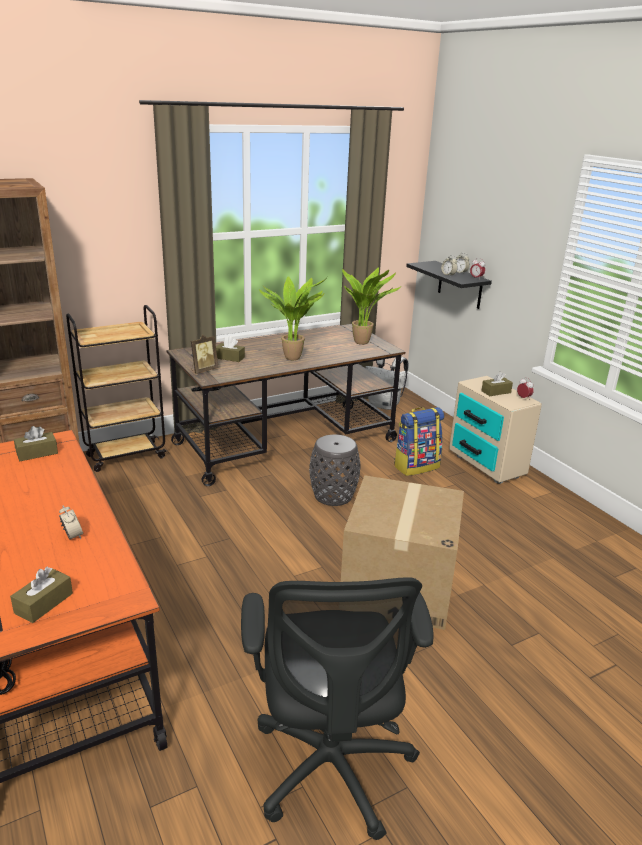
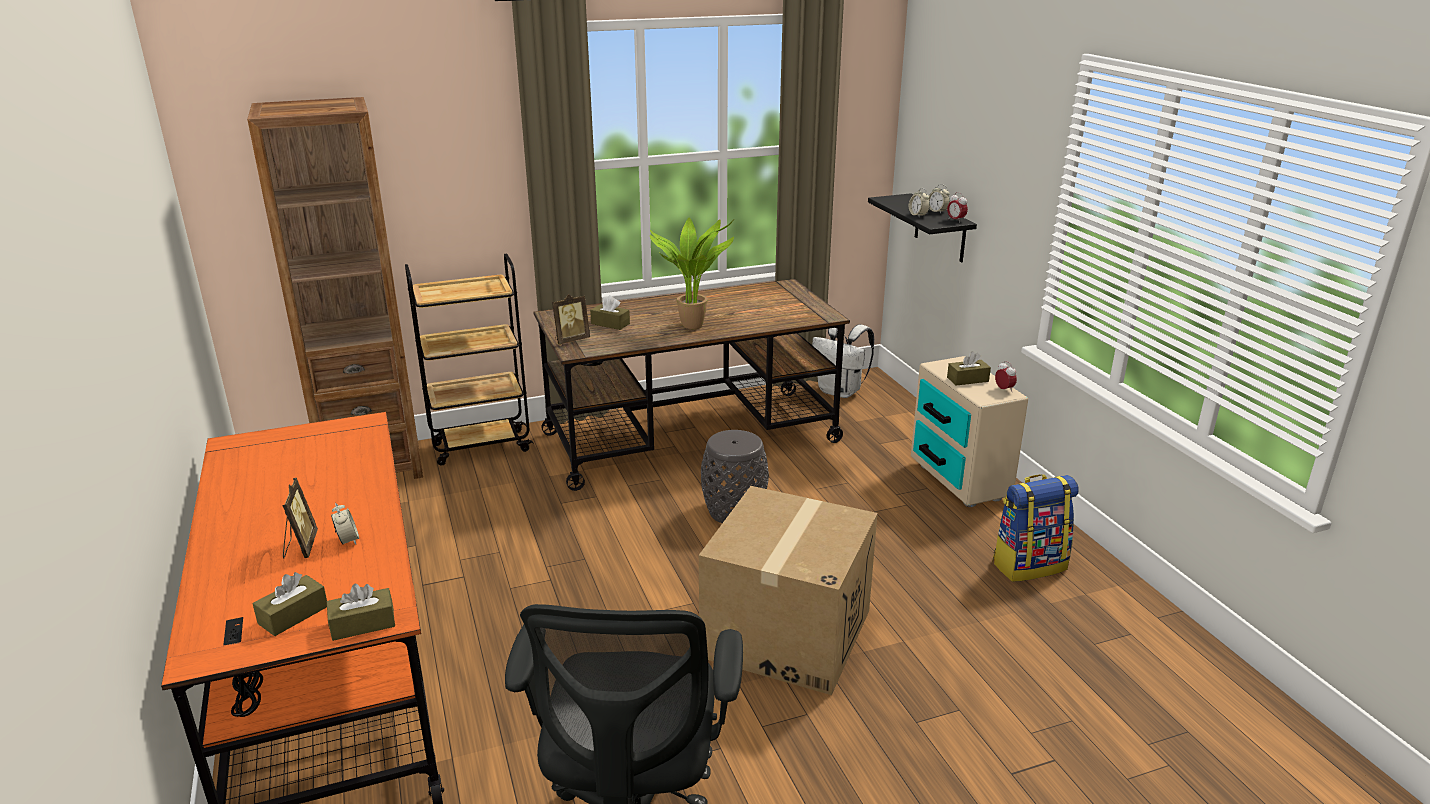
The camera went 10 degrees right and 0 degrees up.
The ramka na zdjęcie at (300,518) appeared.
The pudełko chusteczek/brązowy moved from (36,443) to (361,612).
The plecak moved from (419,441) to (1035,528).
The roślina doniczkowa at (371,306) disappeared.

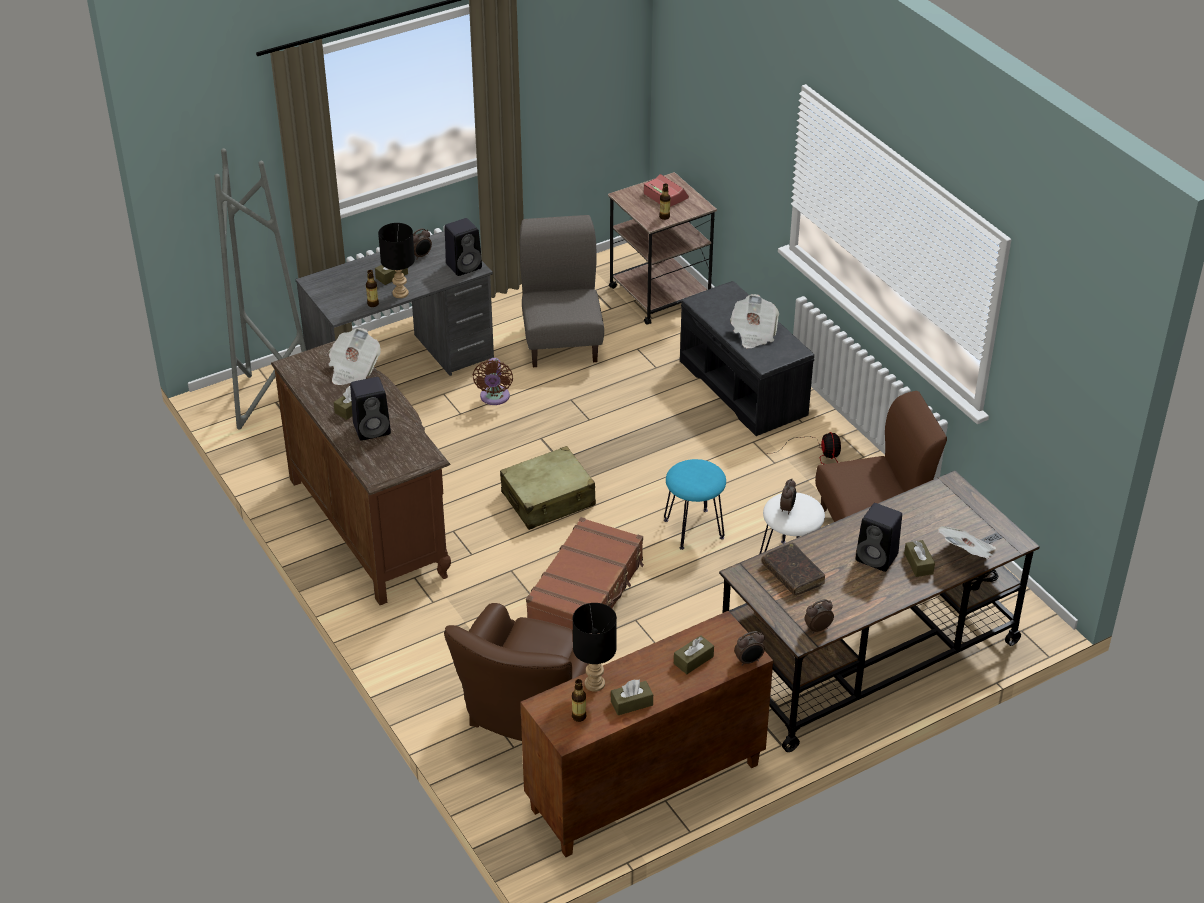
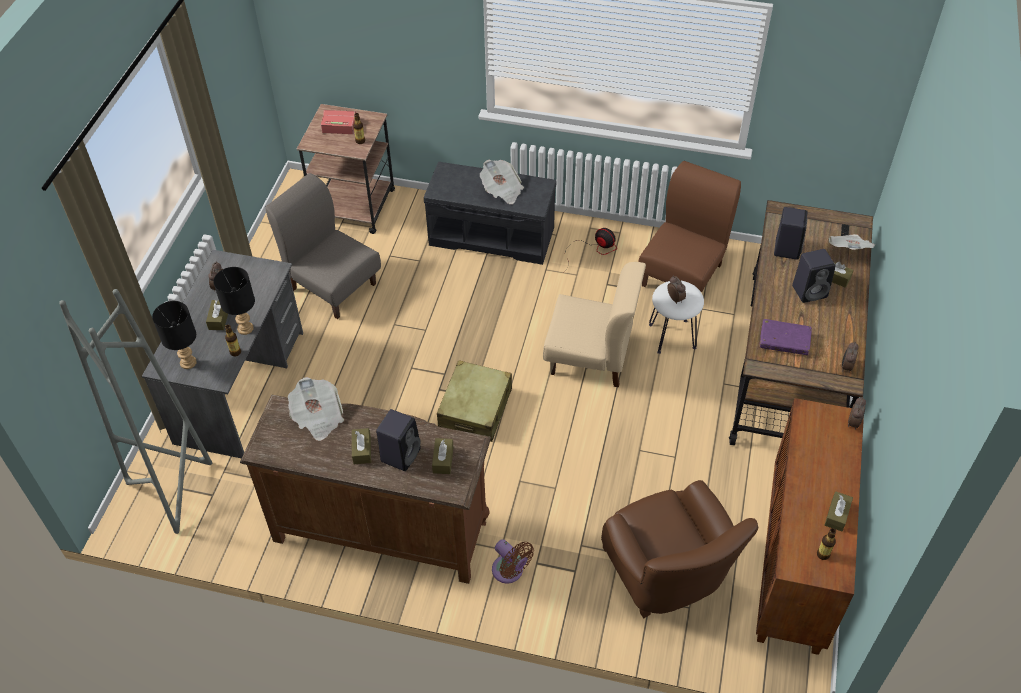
The camera went 45 degrees left and 10 degrees up.
The lampa stołowa/czarny moved from (595,647) to (174,335).
The pudełko chusteczek/brązowy moved from (694,654) to (442,456).
The wentylator/brązowy moved from (492,381) to (513,561).
The stołek/turkusowy at (695,504) was replaced by the krzesło/beżowy at (594,324).
The książka/brązowy at (793,569) became the książka/fioletowy at (785,337).
The głośnik/czarny moved from (463,247) to (790,233).
The walizka/brązowy at (585,573) disappeared.

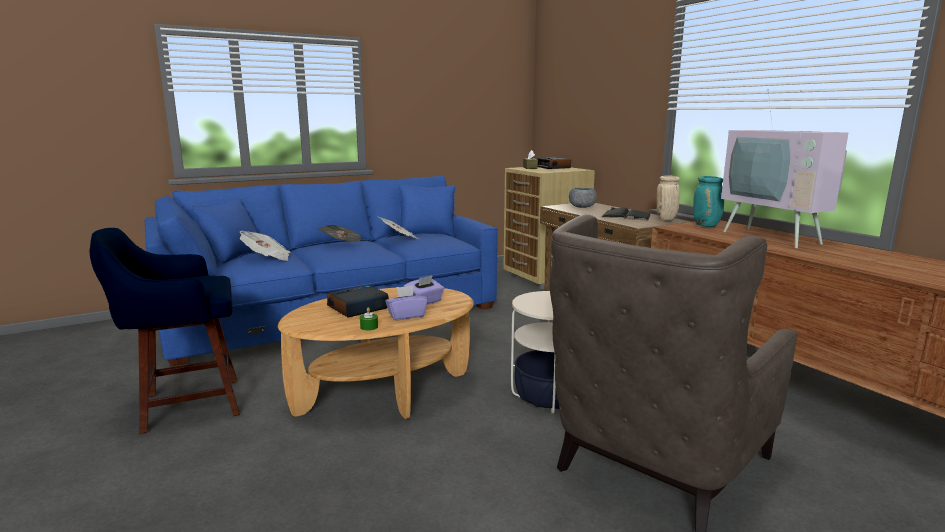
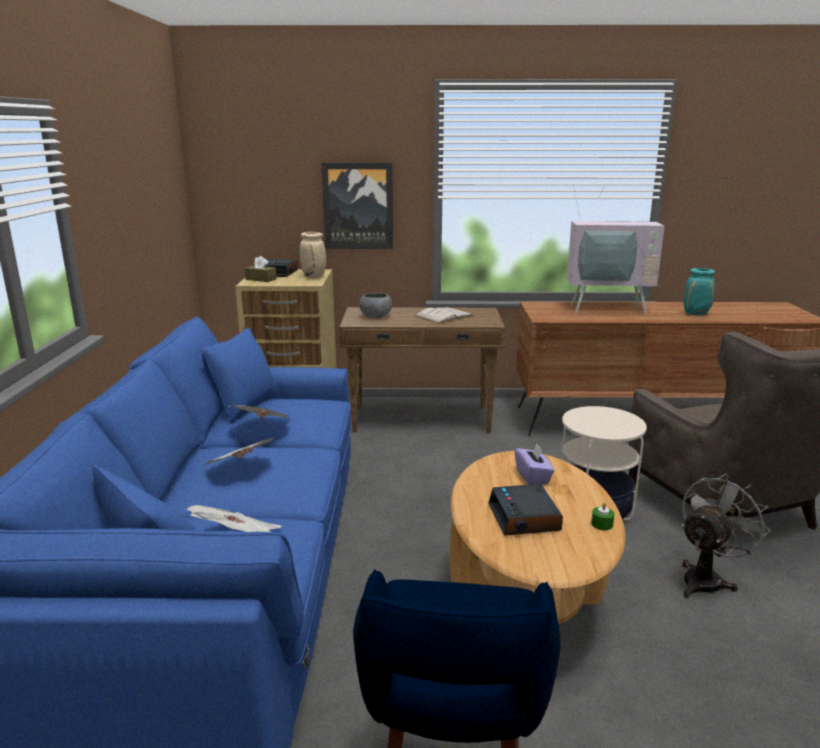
The camera went 60 degrees left and 5 degrees up.
The wazon/beżowy moved from (668,197) to (312,255).
The obraz at (357,206) appeared.
The książka/czarny at (626,213) became the książka/biały at (444,315).
The wentylator/szary at (726,535) appeared.
The wazon/turkusowy moved from (708,201) to (699,291).
The pudełko chusteczek/fioletowy at (406,303) disappeared.

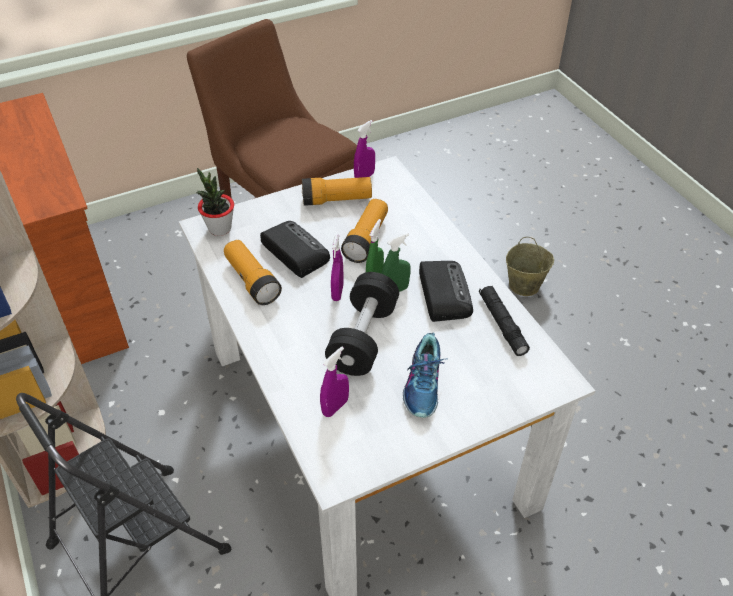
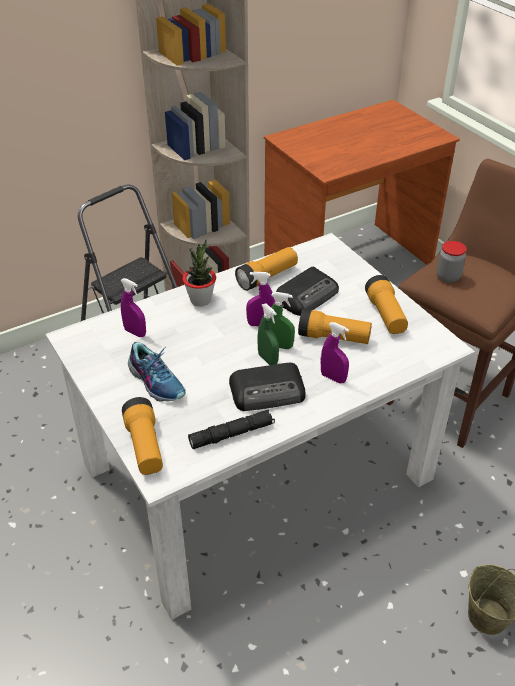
The camera went 85 degrees right and 5 degrees down.
The latarka at (142,436) appeared.
The but at (425,375) turned 135 degrees counterclockwise.
The roślina doniczkowa moved from (215,202) to (199,273).
The spryskiwacz/fioletowy moved from (364,149) to (335,352).
The słoik at (452,262) appeared.
The hantel/czarny at (362,324) disappeared.

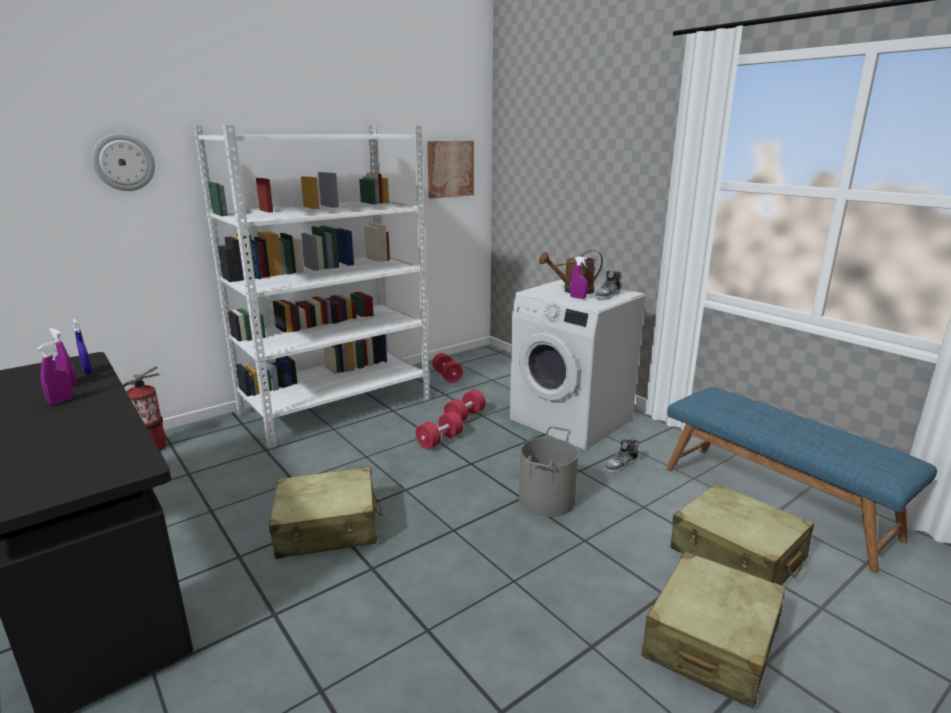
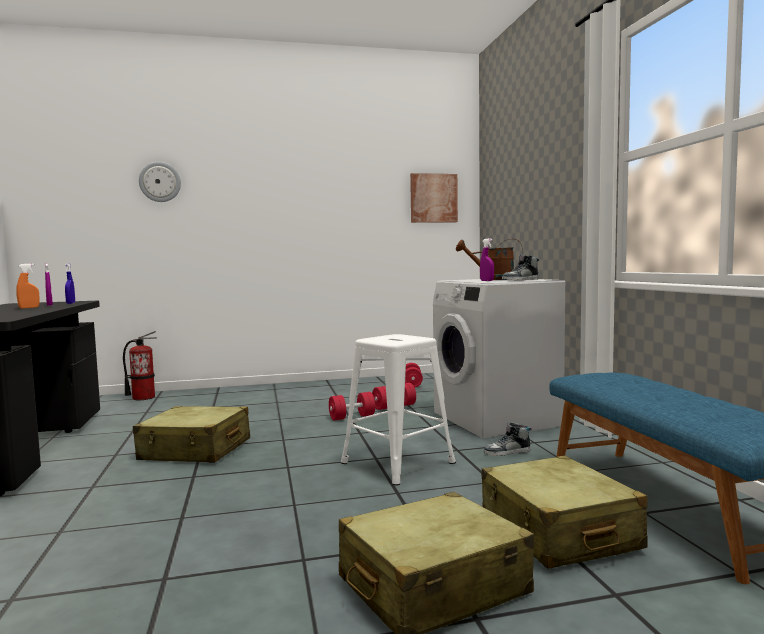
The camera went 25 degrees right and 15 degrees down.
The spryskiwacz/fioletowy at (55,373) became the spryskiwacz/pomarańczowy at (27,286).
The wiadro/szary at (548,471) was replaced by the stołek/biały at (398,409).
The regał/biały at (311,287) disappeared.

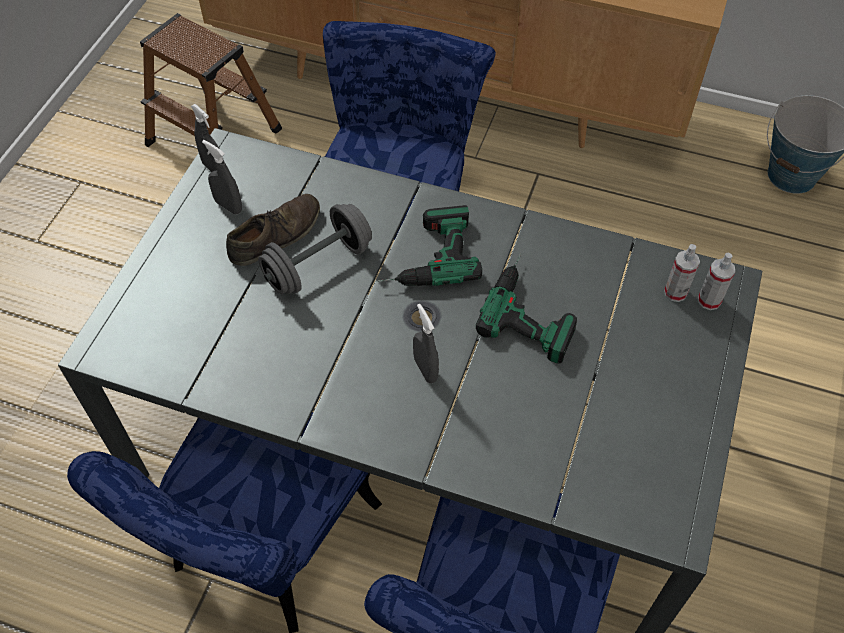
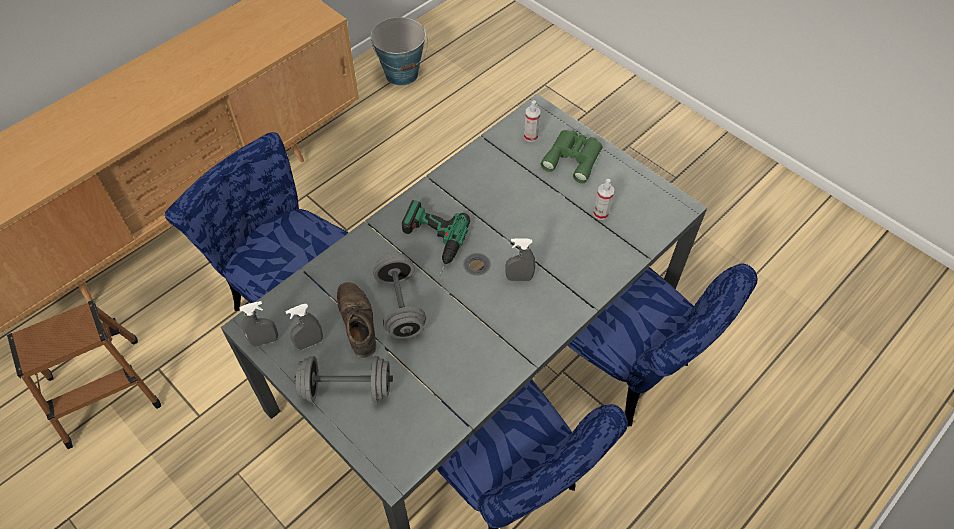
The camera went 65 degrees left and 0 degrees up.
The hantel/szary at (343,379) appeared.
The lornetka/zielony at (572,156) appeared.
The spryskiwacz moved from (716,281) to (603,199).
The wiertarka at (526,308) disappeared.

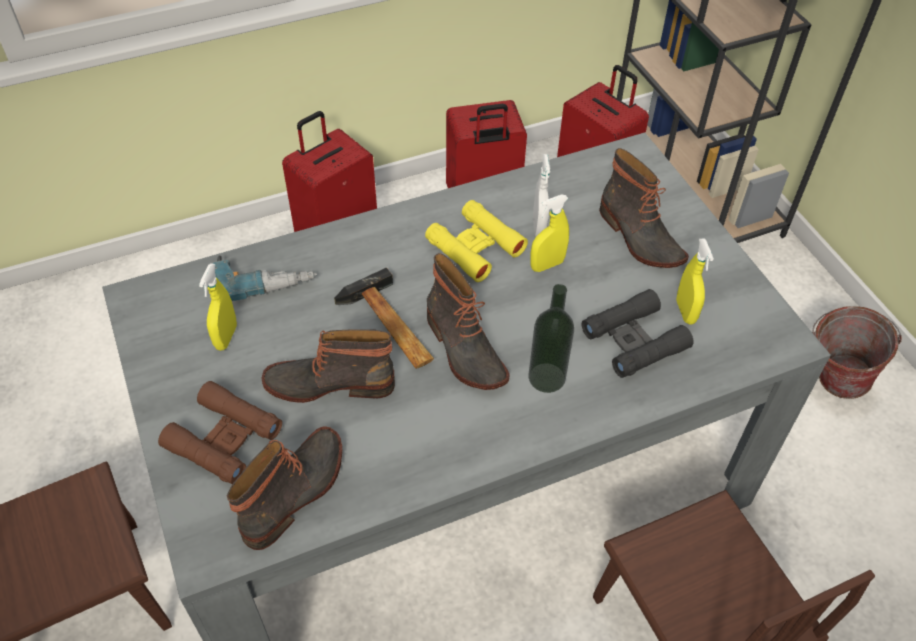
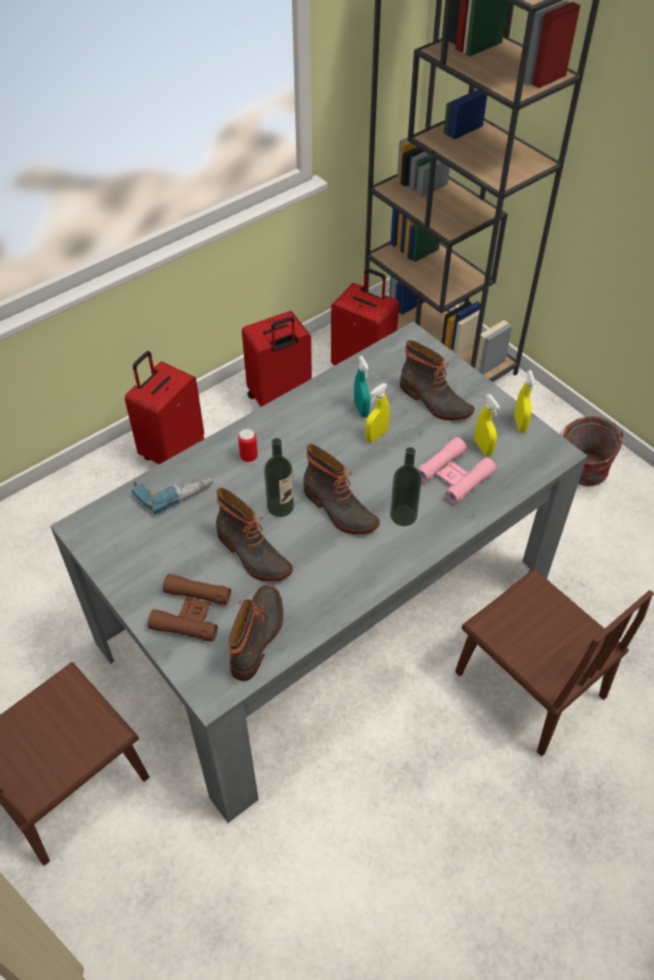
The camera went 15 degrees left and 0 degrees up.
The but z cholewką at (328,366) turned 120 degrees counterclockwise.
The puszka at (248,446) appeared.
The młotek at (384,318) was replaced by the butelka at (279,477).
The spryskiwacz/biały at (541,195) became the spryskiwacz/turkusowy at (362,386).
The lornetka/czarny at (638,333) became the lornetka/różowy at (457,470).
The spryskiwacz/żółty moved from (218,307) to (525,401).
The lornetka/żółty at (476,241) disappeared.

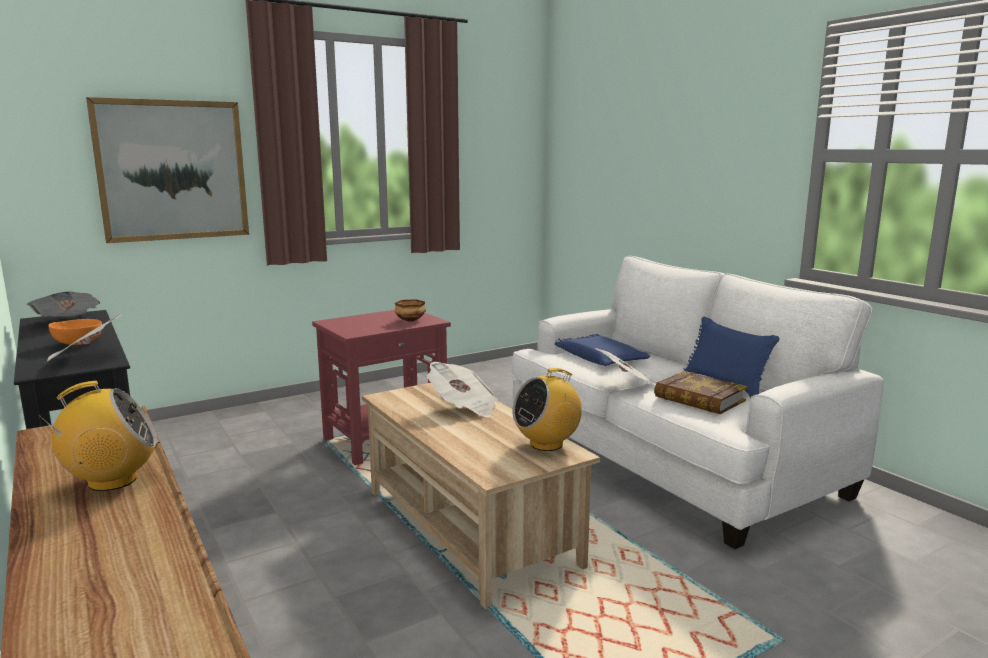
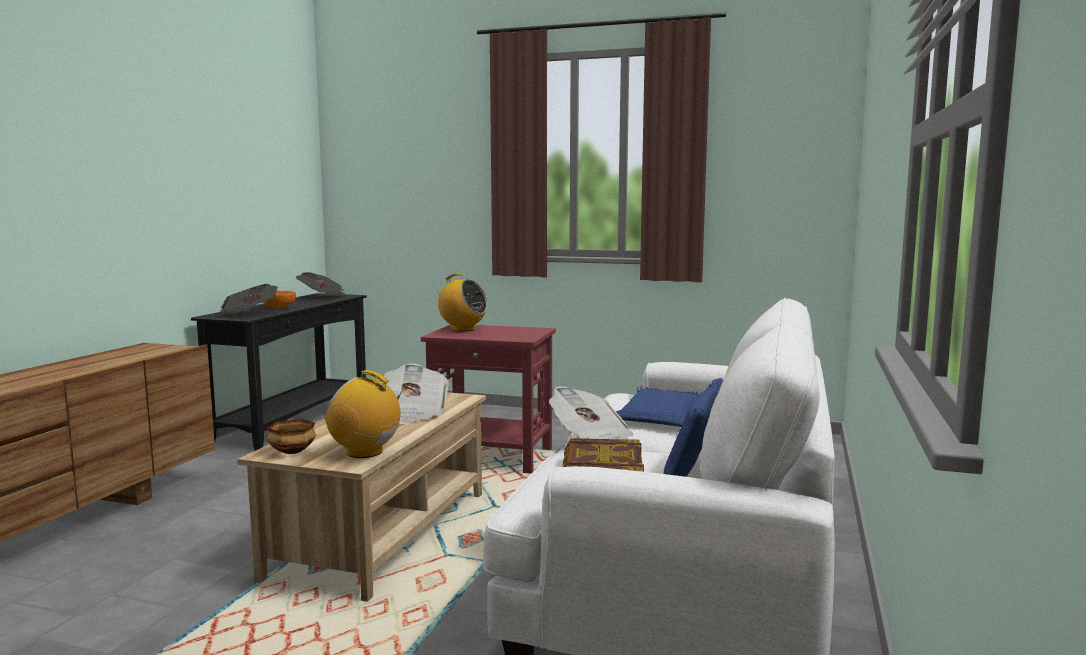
The camera went 50 degrees right and 5 degrees down.
The miska moved from (410,310) to (291,436).
The radio moved from (98,436) to (461,302).
The obraz at (167,170) disappeared.

